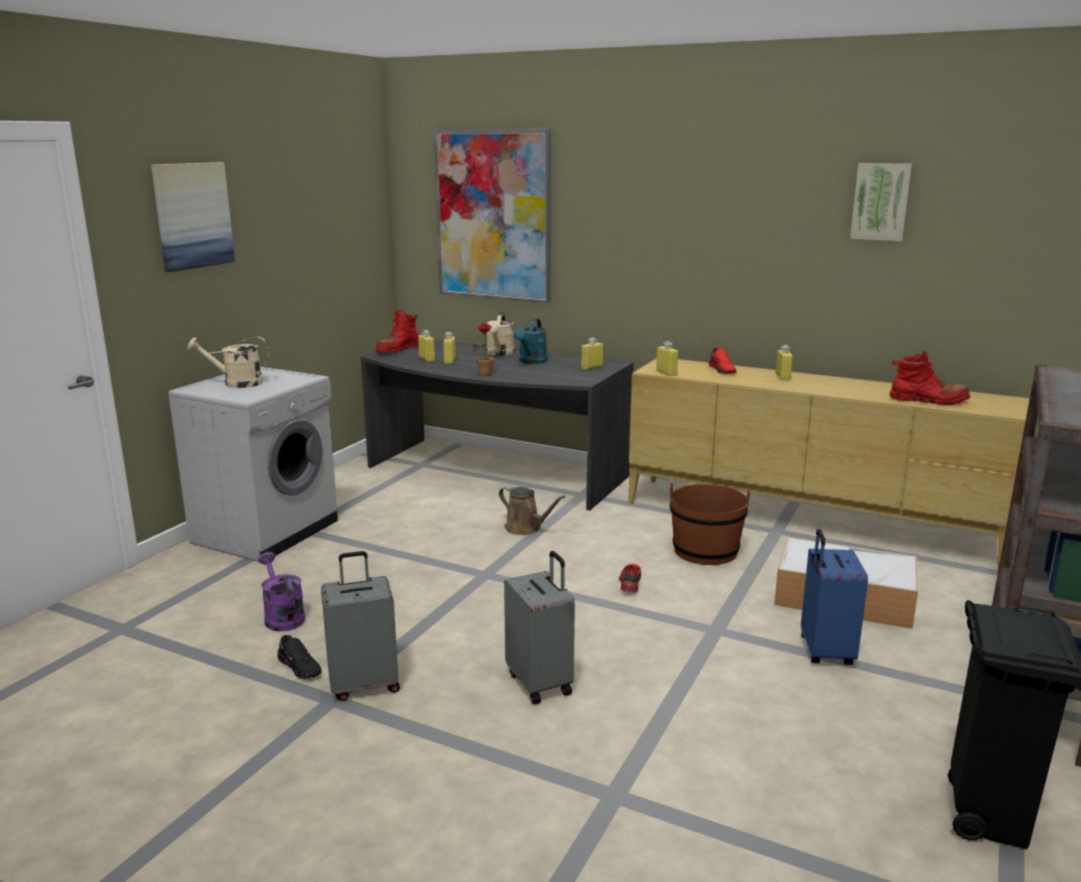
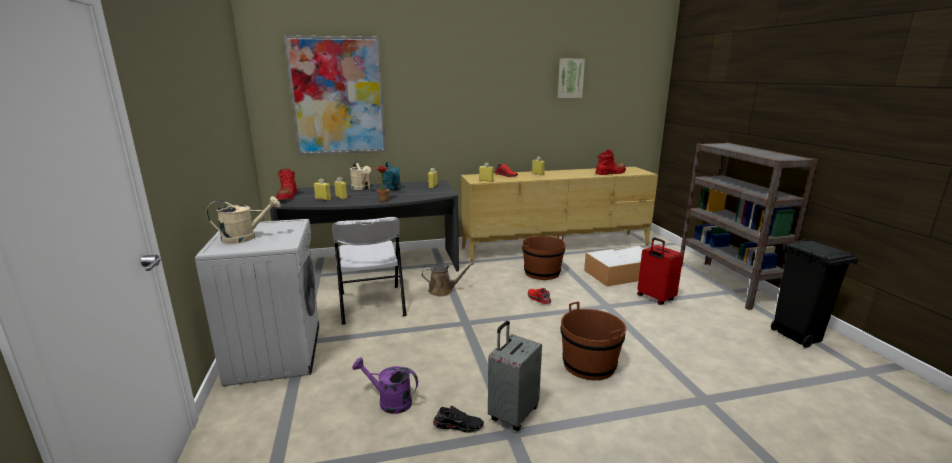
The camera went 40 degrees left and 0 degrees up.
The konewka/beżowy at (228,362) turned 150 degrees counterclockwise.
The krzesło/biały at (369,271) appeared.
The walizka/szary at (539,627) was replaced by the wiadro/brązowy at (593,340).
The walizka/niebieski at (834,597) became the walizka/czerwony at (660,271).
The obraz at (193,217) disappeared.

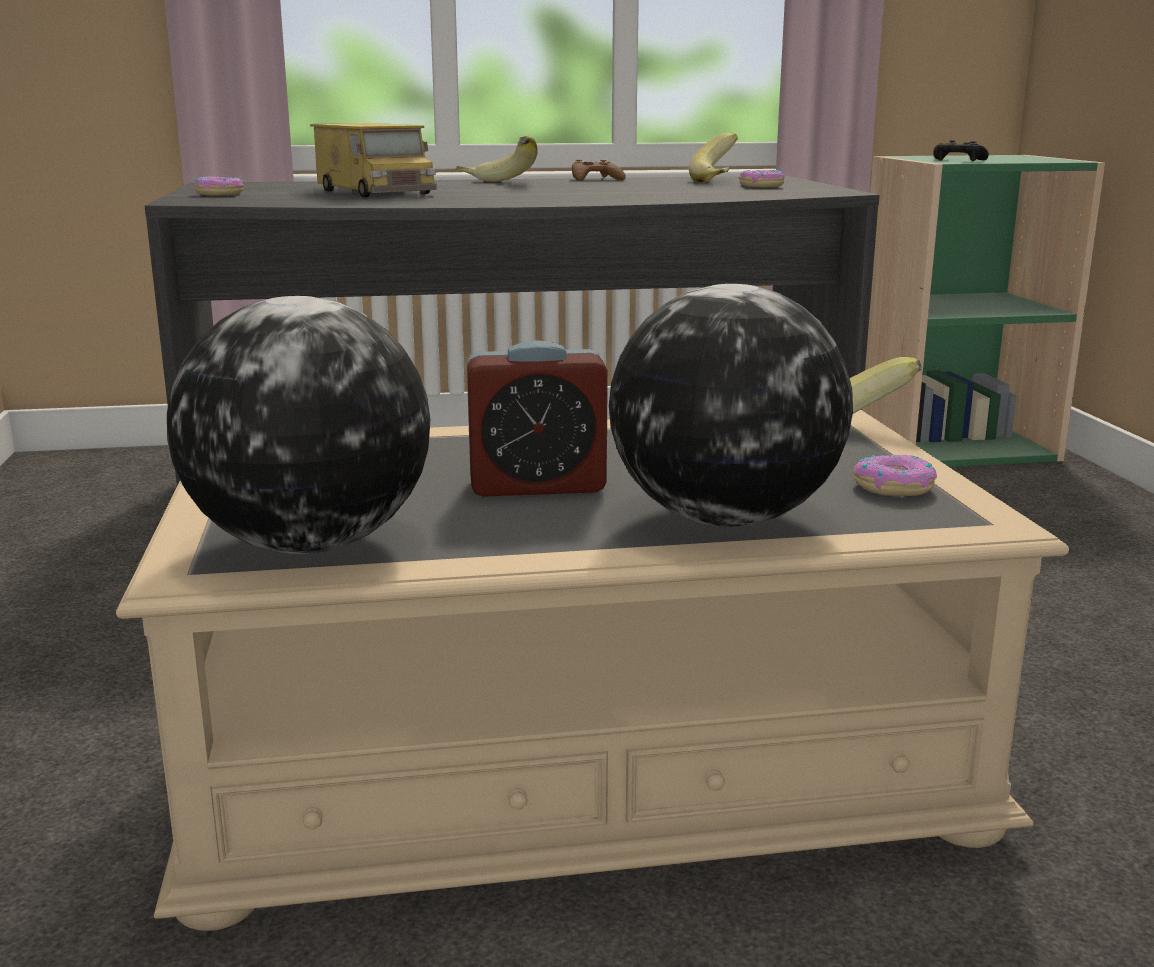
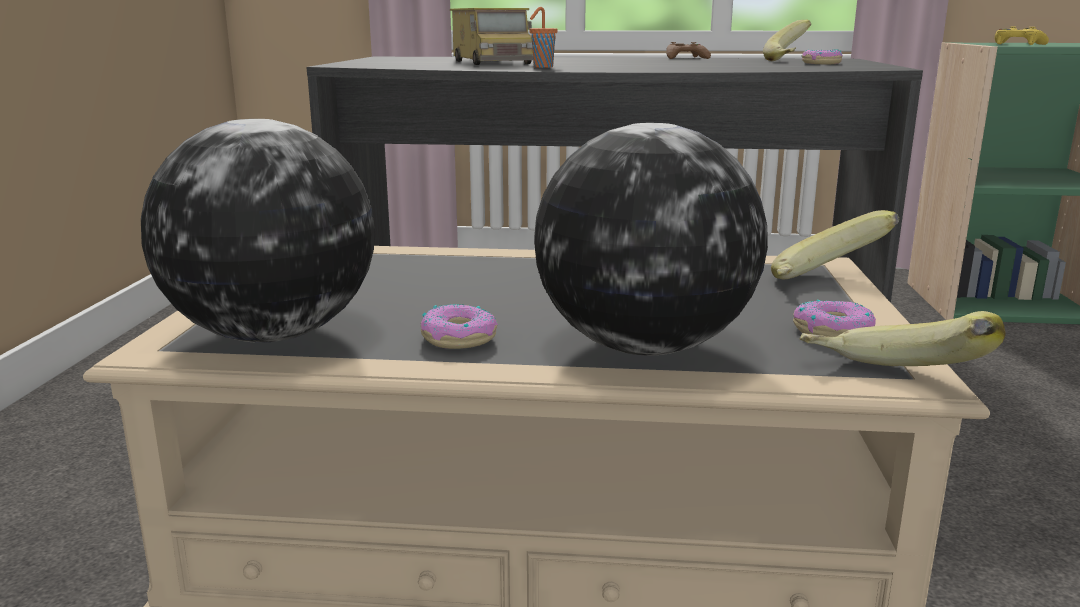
The camera went 15 degrees right and 0 degrees up.
The donut moved from (219,186) to (459,326).
The filiżanka/pomarańczowy at (543,37) appeared.
The banan moved from (496,159) to (902,338).
The pad do gier/czarny at (961,151) became the pad do gier/żółty at (1022,36).
The budzik at (537,418) disappeared.

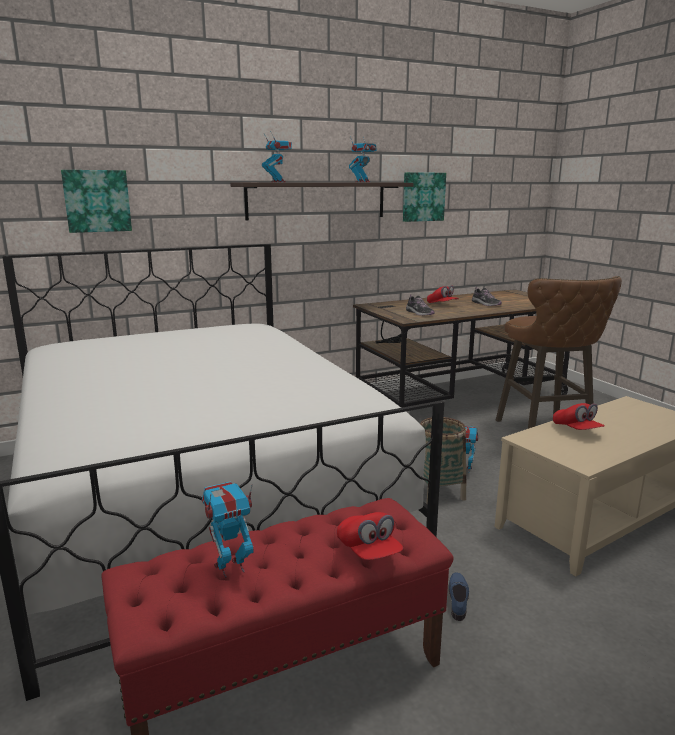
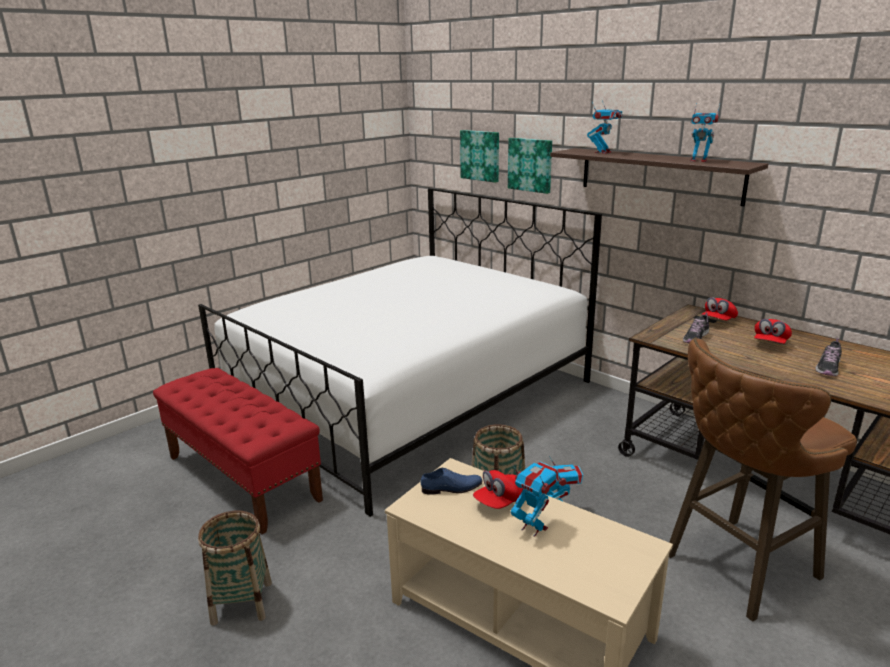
The camera went 70 degrees right and 5 degrees up.
The koszyk at (235,568) appeared.
The but/niebieski moved from (458,597) to (452,481).
The obraz moved from (424,197) to (530,166).
The robot zabawkowy moved from (228,529) to (535,499).
The czapka z daszkiem/czerwony moved from (370,536) to (719,308).

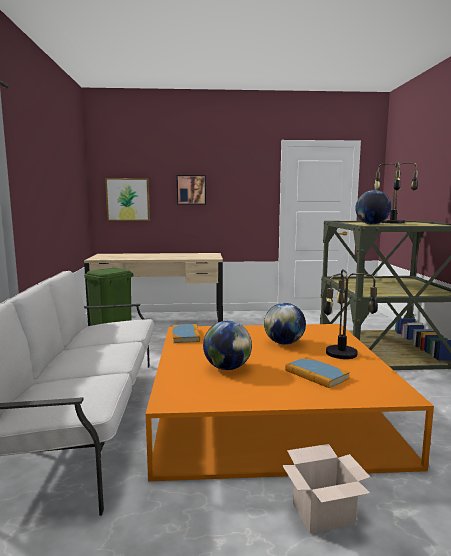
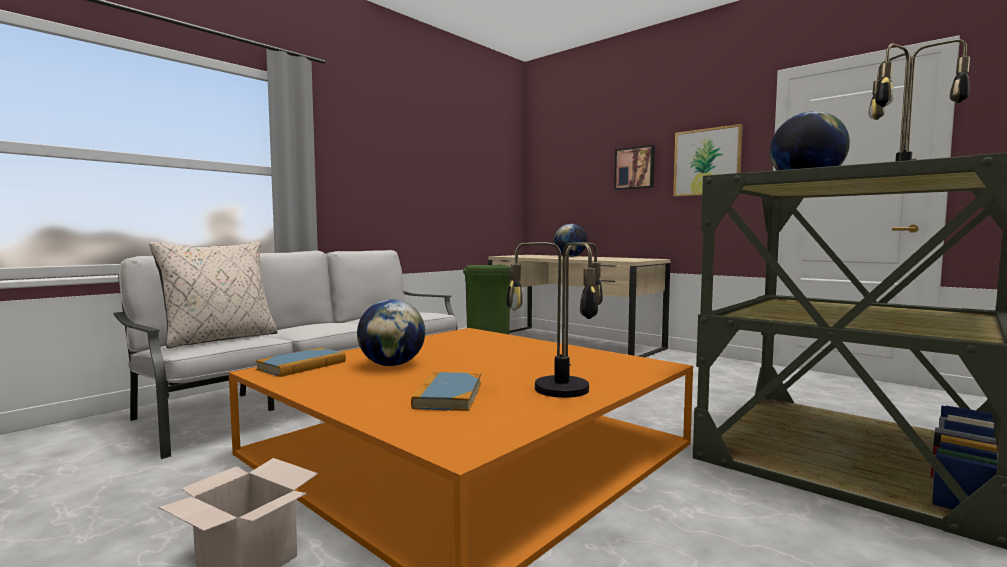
The camera went 45 degrees right and 5 degrees down.
The poduszka/beżowy at (213,294) appeared.
The książka moved from (186,333) to (301,362).
The globus moved from (285,324) to (570,240).
The obraz moved from (127,199) to (708,160).

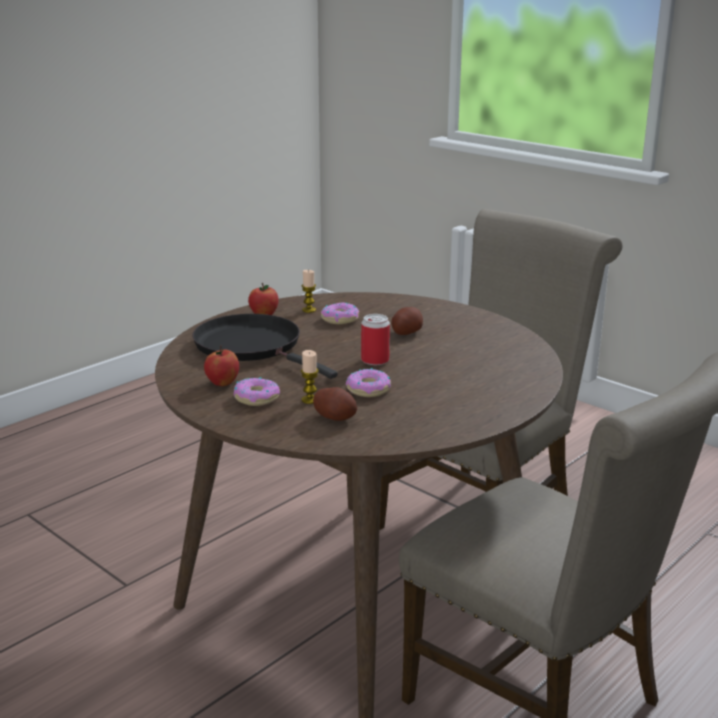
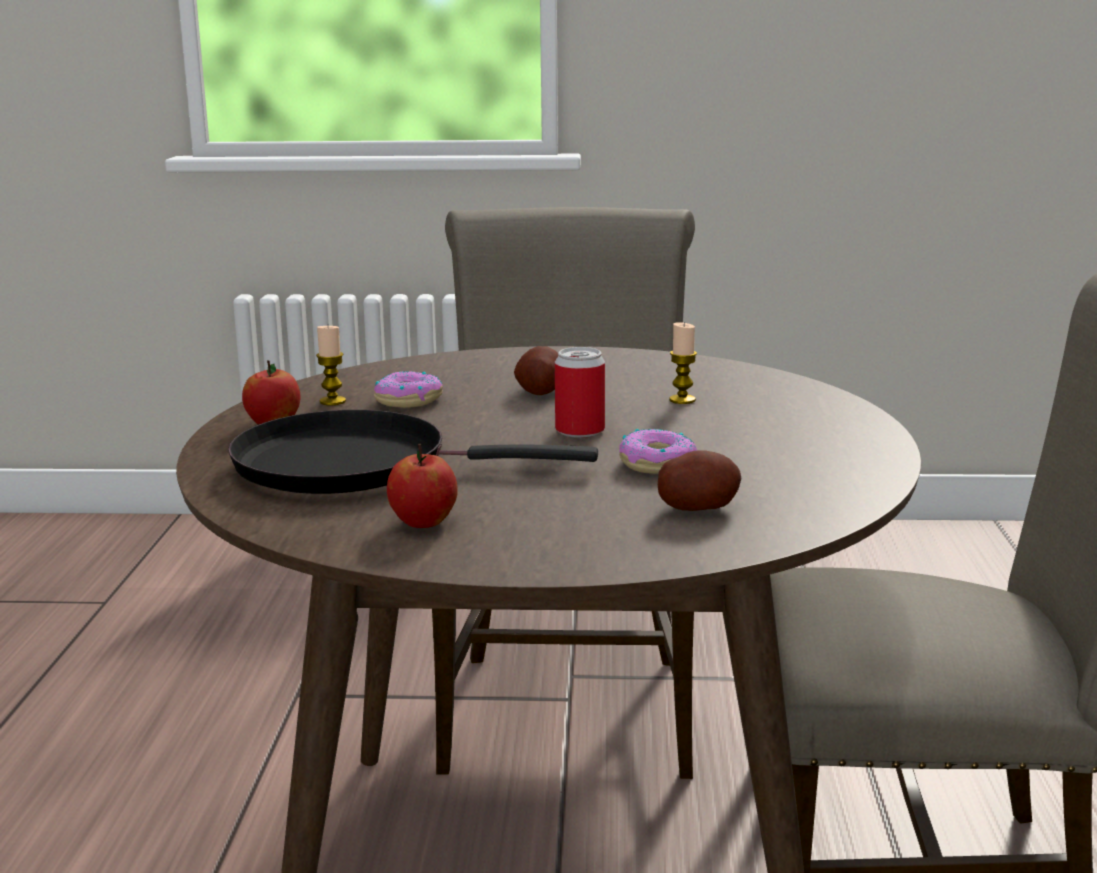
The camera went 40 degrees left and 5 degrees down.
The świeca moved from (310,377) to (683,363).
The donut at (257,391) disappeared.

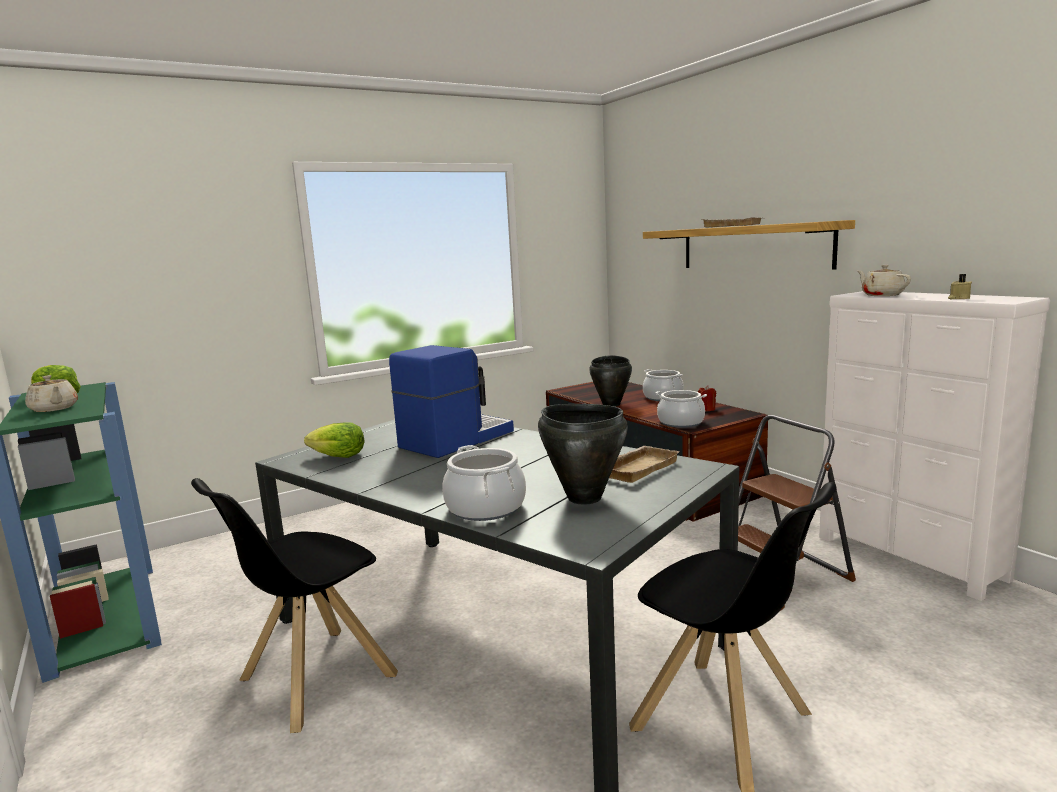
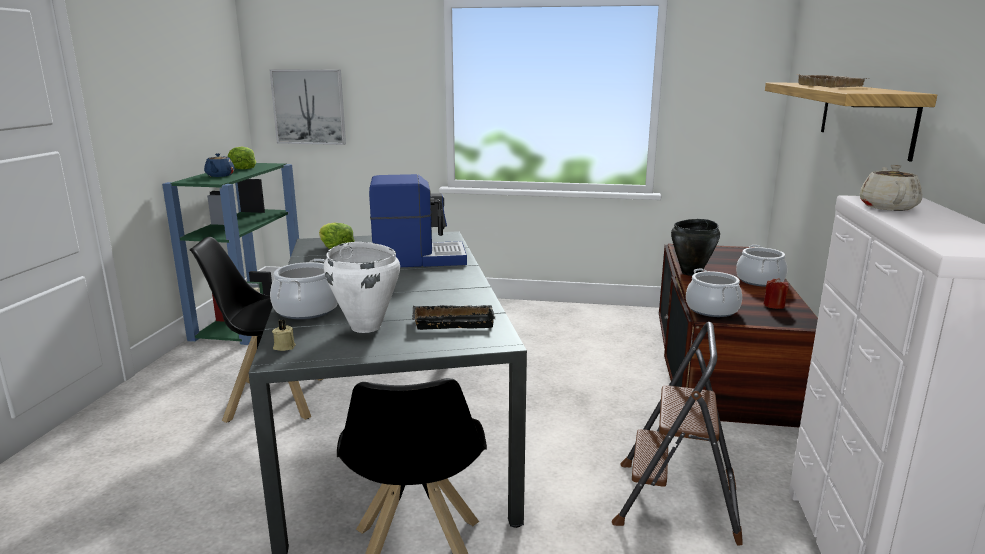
The camera went 40 degrees right and 5 degrees up.
The imbryk/beżowy at (51,393) became the imbryk/niebieski at (219,165).
The obraz at (308,107) appeared.
The świeca/beżowy moved from (960,286) to (284,335).
The garnek/czarny at (583,454) became the garnek/biały at (362,287).
The taca/beżowy at (644,464) became the taca/czarny at (454,317).

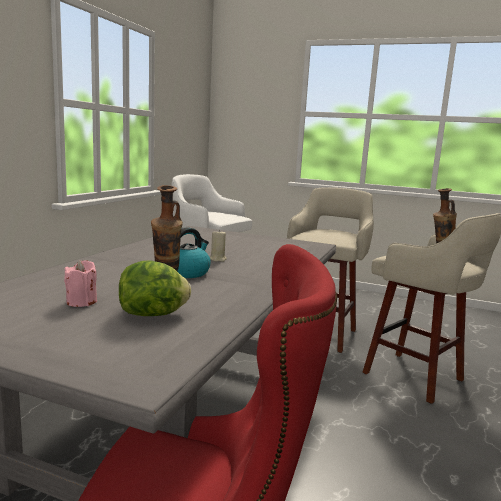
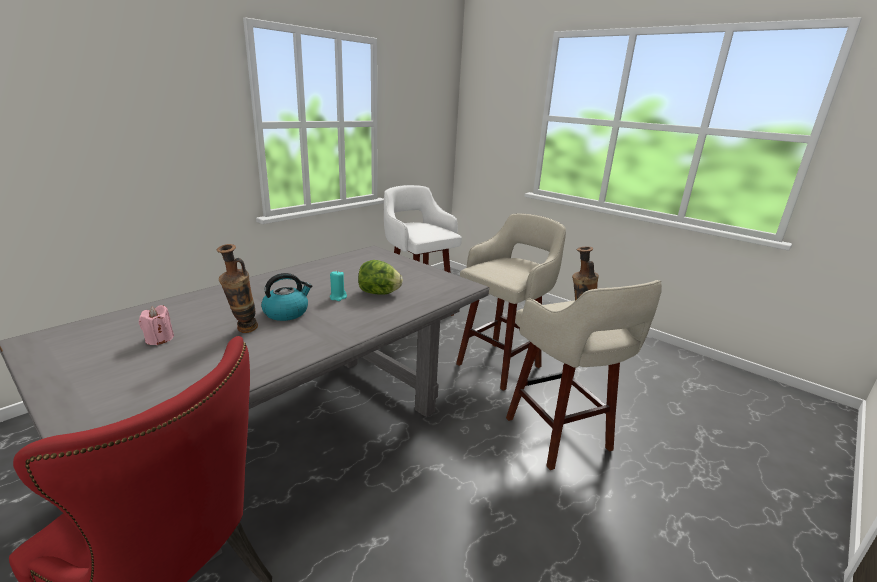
The camera went 20 degrees right and 10 degrees up.
The świeca/beżowy at (218,246) became the świeca/turkusowy at (338,286).
The sałata moved from (155,288) to (380,277).

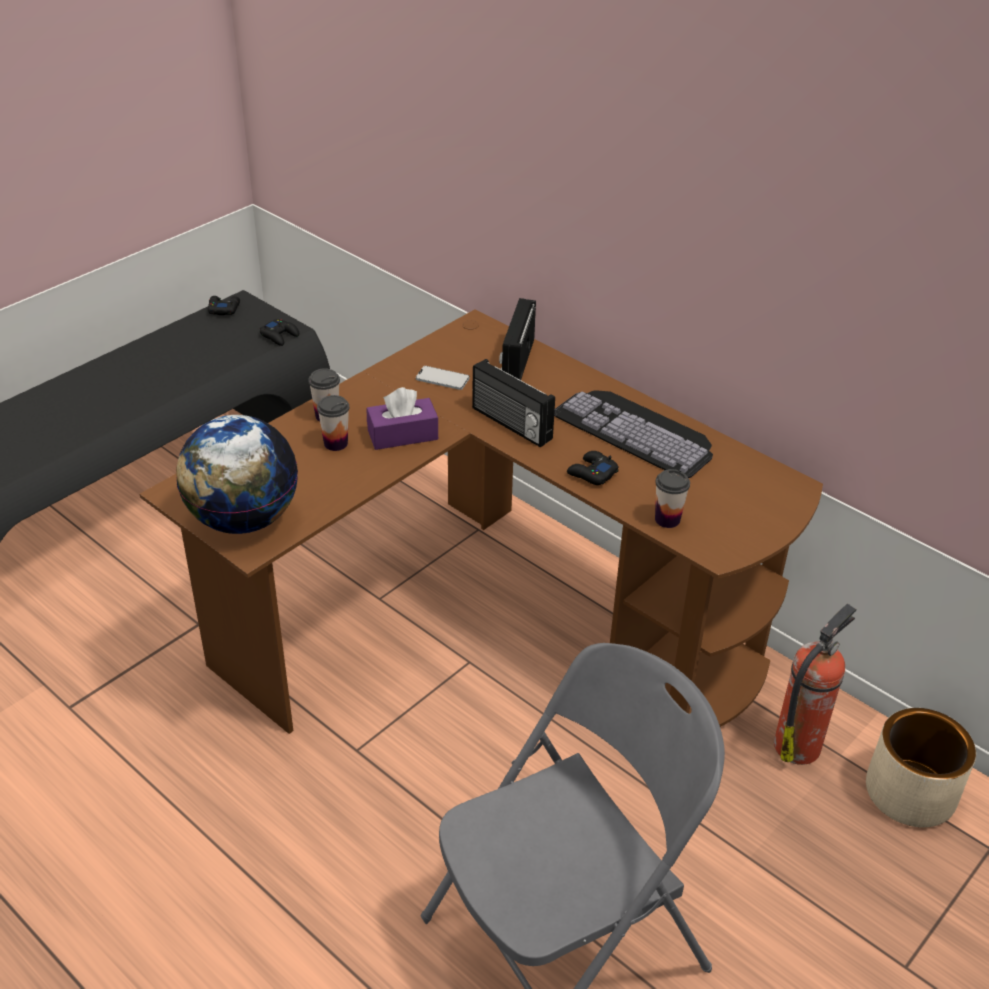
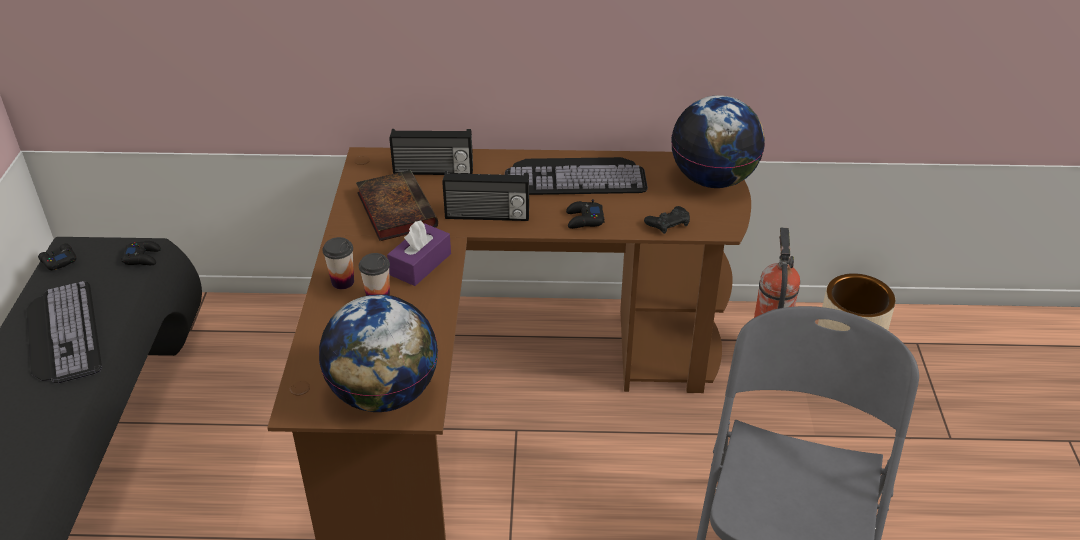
The camera went 40 degrees left and 0 degrees up.
The klawiatura at (64,332) appeared.
The telefon at (443,378) was replaced by the książka at (397,205).
The radio at (517,339) turned 60 degrees counterclockwise.
The filiżanka at (672,498) was replaced by the pad do gier/czarny at (667,220).
The globus at (718,141) appeared.

